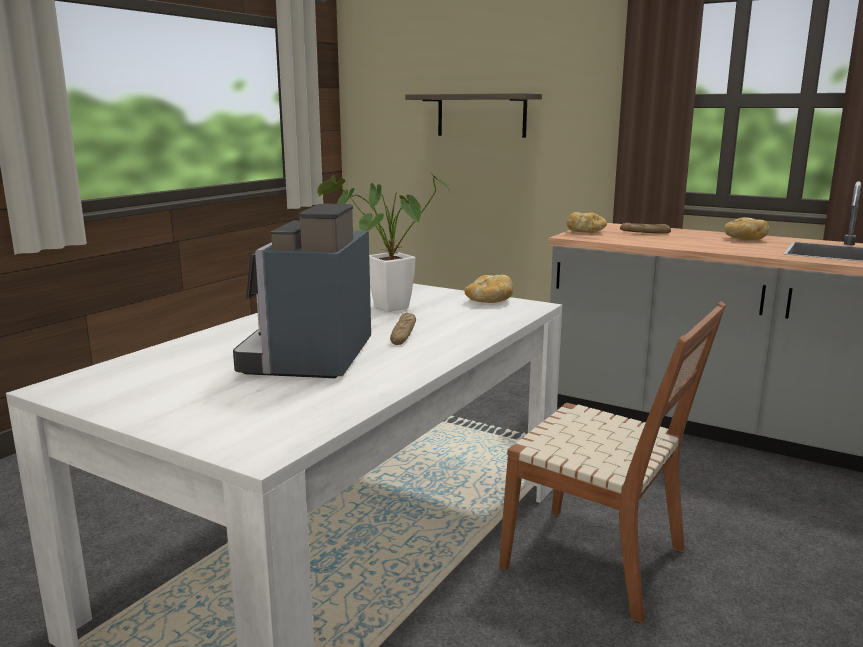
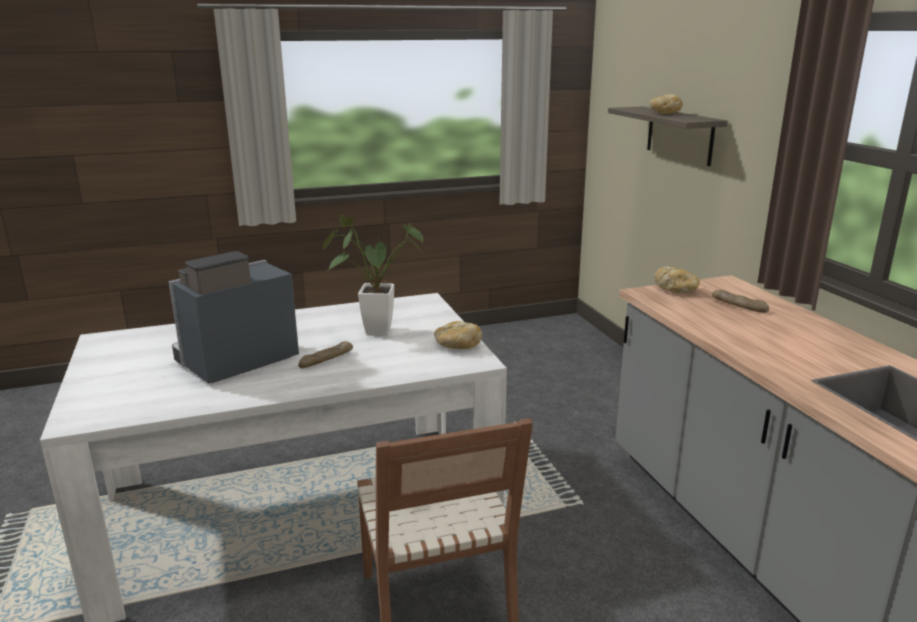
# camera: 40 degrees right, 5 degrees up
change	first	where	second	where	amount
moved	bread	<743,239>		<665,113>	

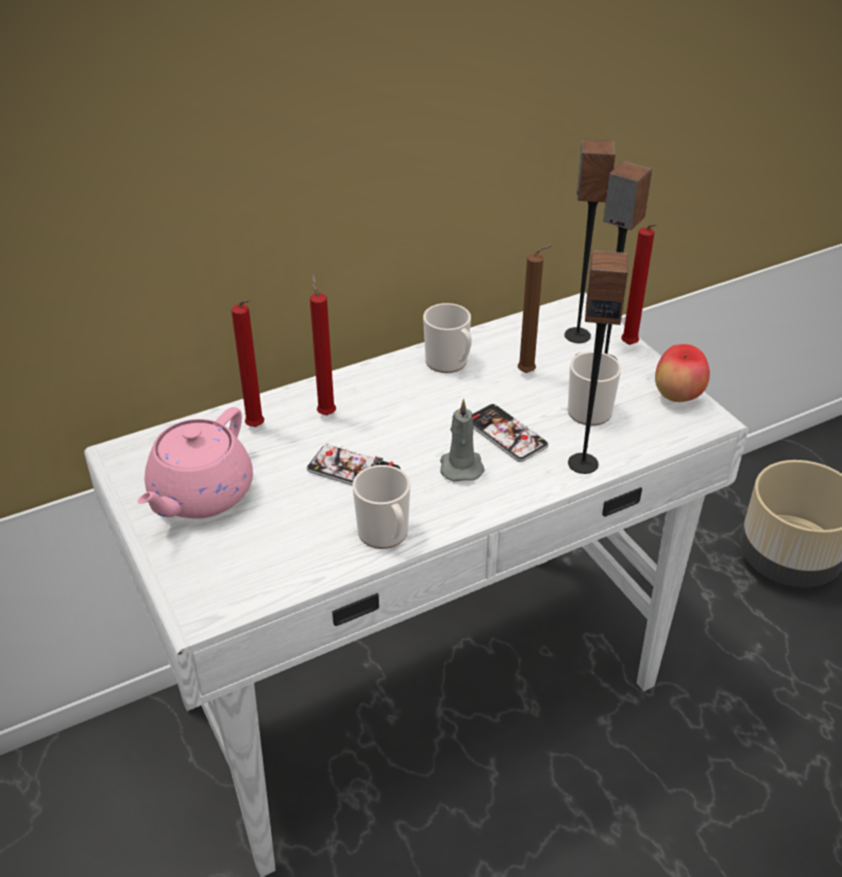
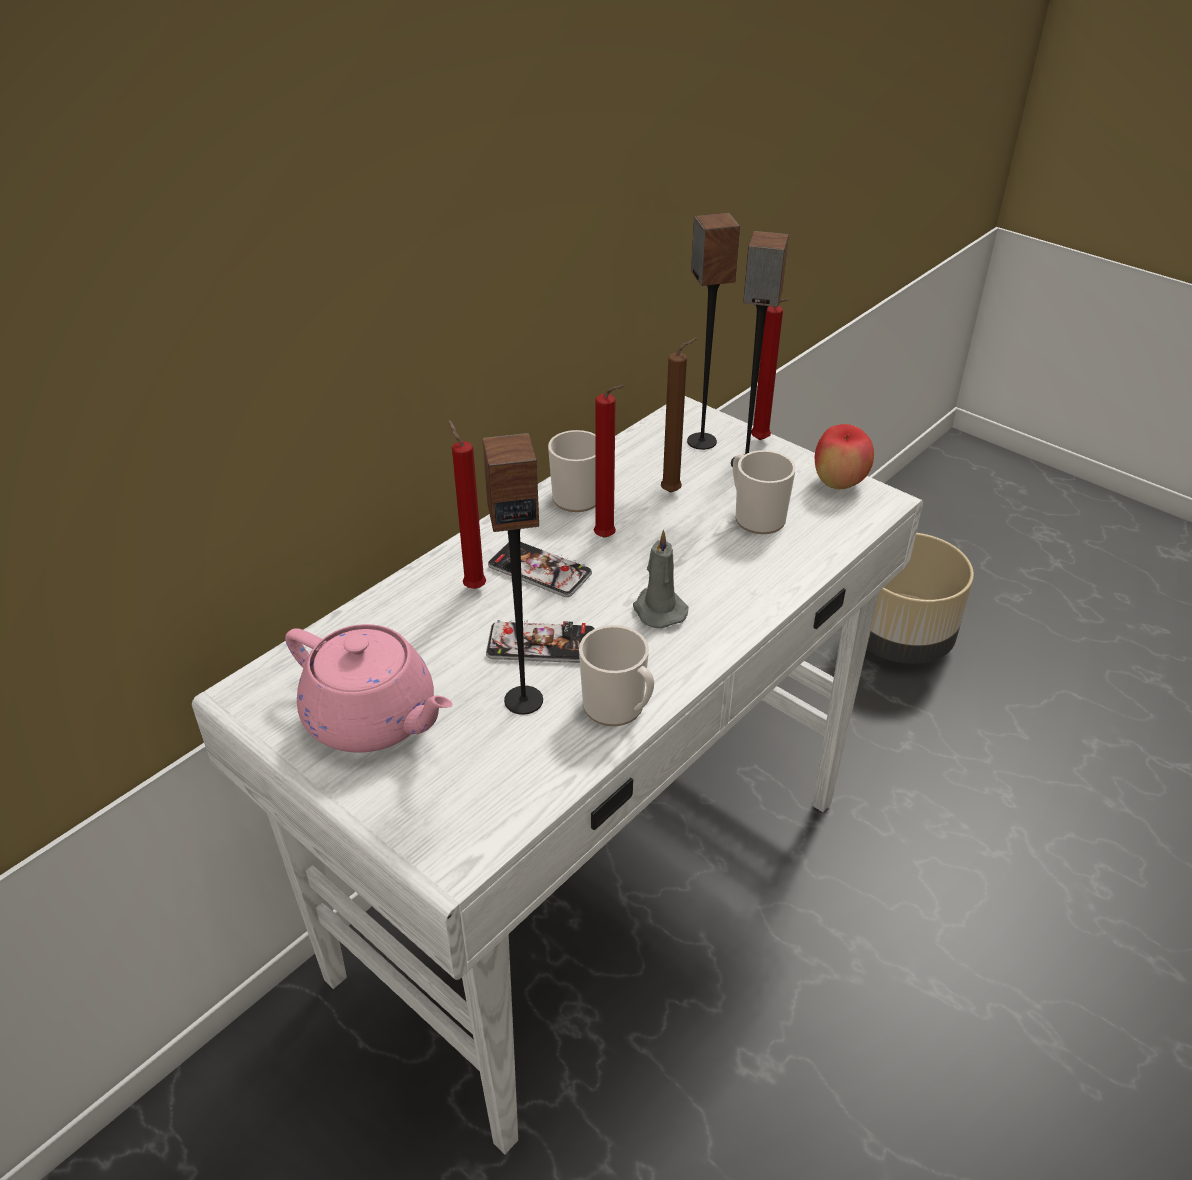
# camera: 20 degrees left, 0 degrees up
change	first	where	second	where	amount
moved	speaker	<583,463>		<523,699>	
moved	red candle	<257,428>		<608,538>	
moved	phone	<506,434>		<539,570>	
turned	pink teapot	<200,495>		<373,719>	60 degrees counterclockwise

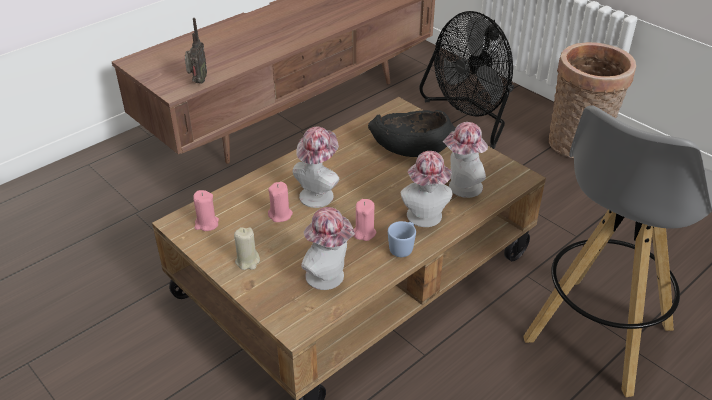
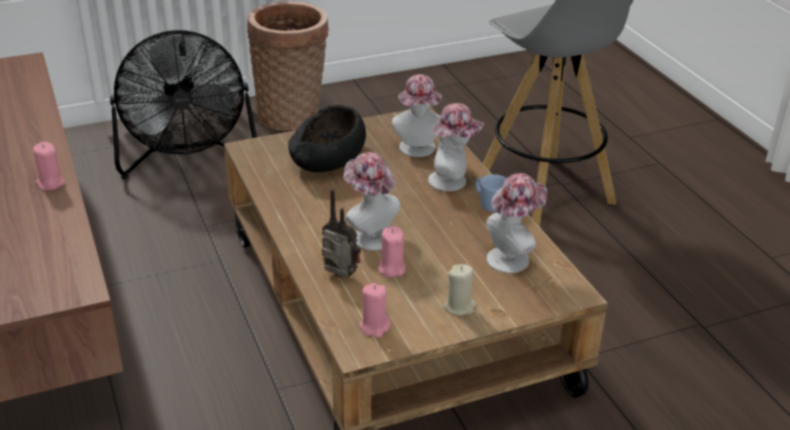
# camera: 70 degrees left, 5 degrees down
change	first	where	second	where	amount
moved	radio	<198,82>		<339,277>	
moved	pink candle	<364,233>		<50,183>	

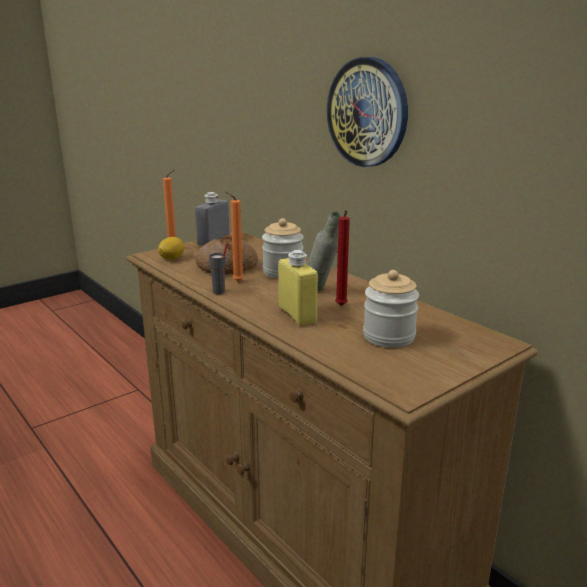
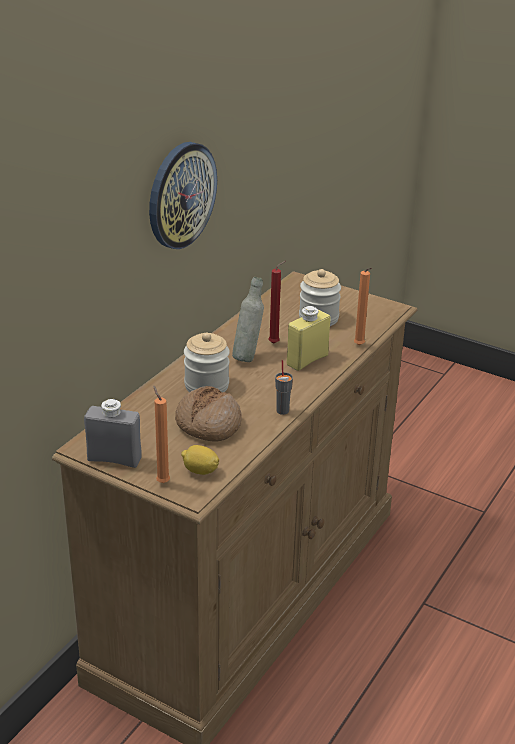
# camera: 110 degrees left, 10 degrees up
change	first	where	second	where	amount
moved	orange candle	<236,281>		<360,346>	

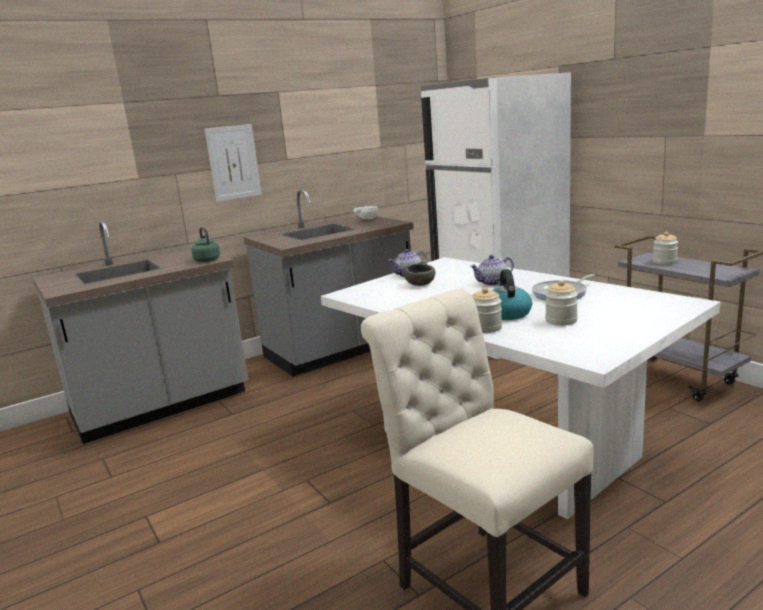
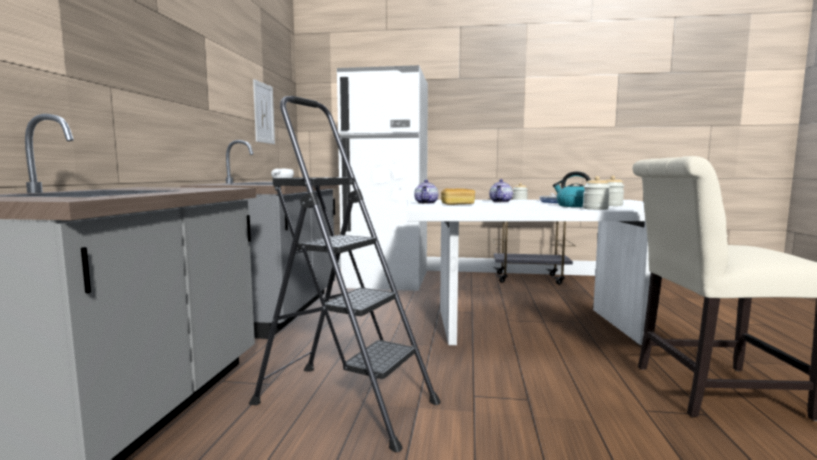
# camera: 50 degrees left, 10 degrees down
change	first	where	second	where	amount
moved	picture	<233,162>		<263,113>	
removed	green kettle	<206,260>			
replaced	grey bowl	<421,284>	bread	<457,204>	
added			step ladder	<342,401>	

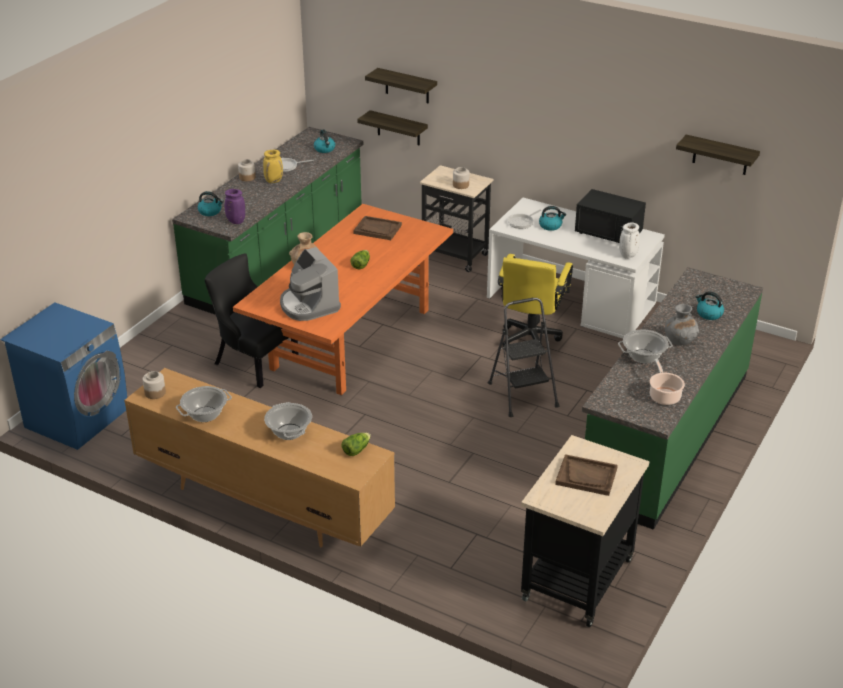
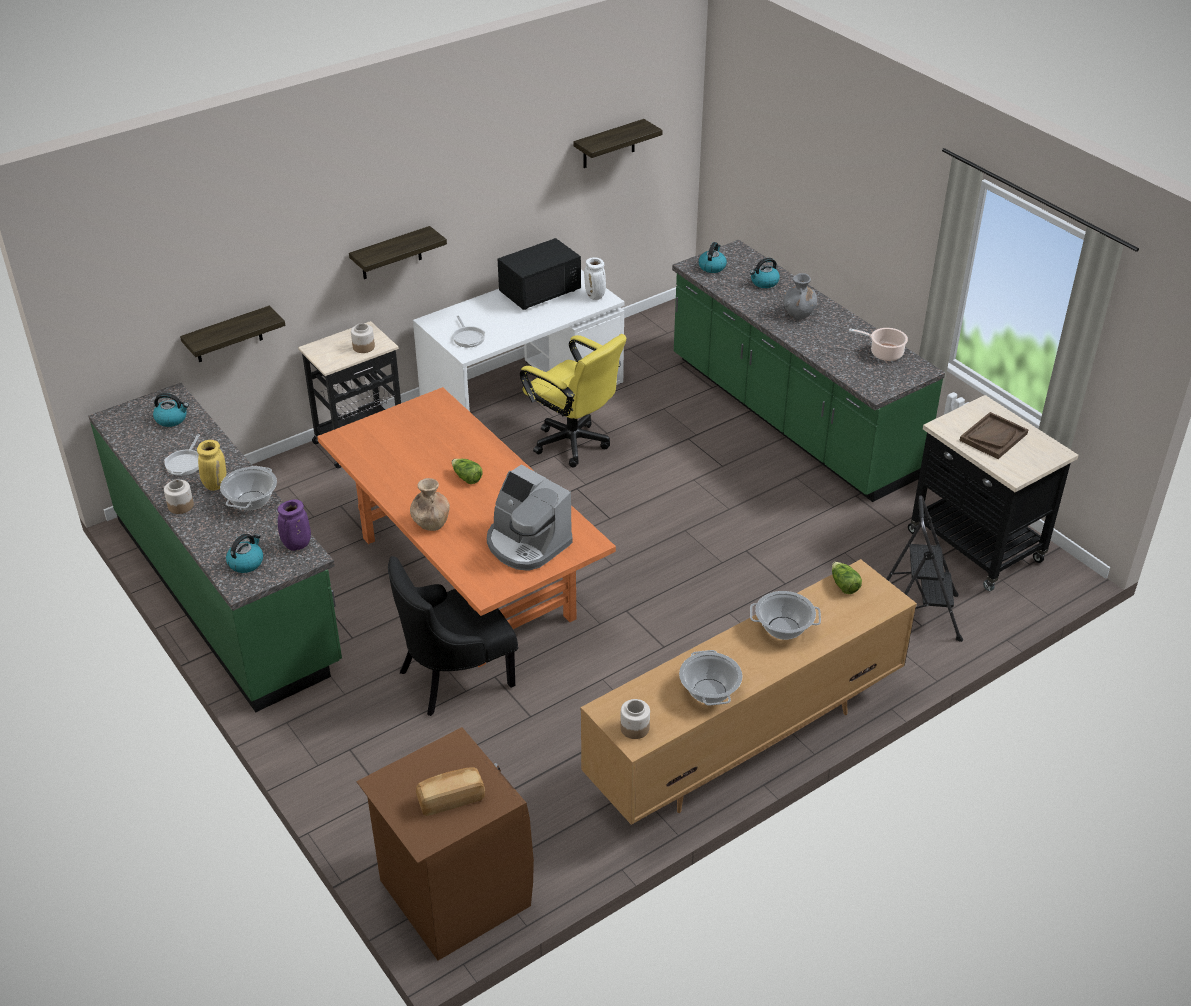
# camera: 65 degrees left, 5 degrees up
change	first	where	second	where	amount
moved	shelf	<407,86>		<391,254>	
moved	kettle	<551,226>		<712,267>	
removed	brown tray	<377,229>			
turned	coffee machine	<308,305>		<526,544>	45 degrees clockwise
moved	black step ladder	<522,393>		<916,613>	
recoloured	blue washing machine	<76,417>	brown washing machine	<452,892>	
moved	cooking pot	<643,357>		<252,501>	
added			bread	<450,799>	

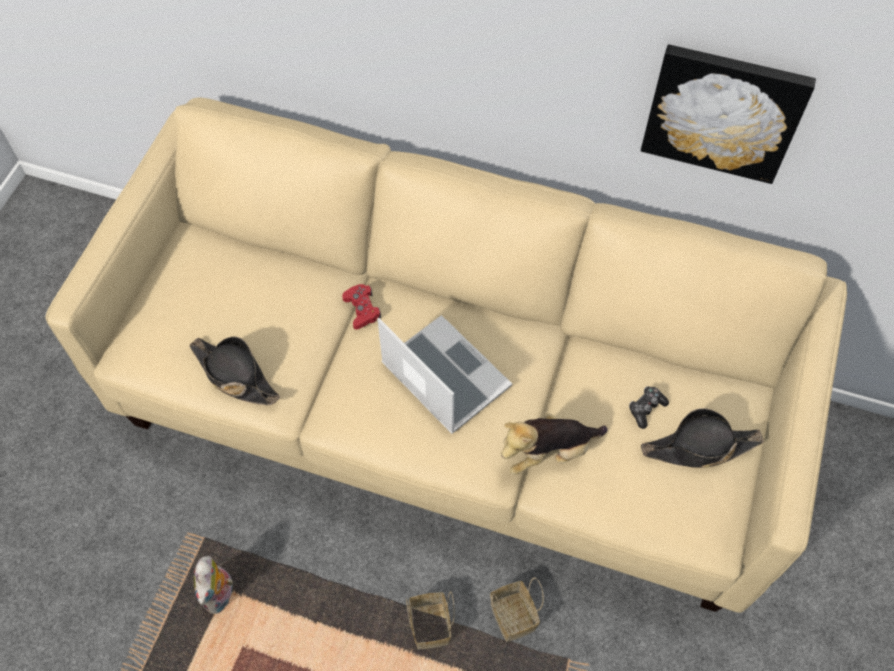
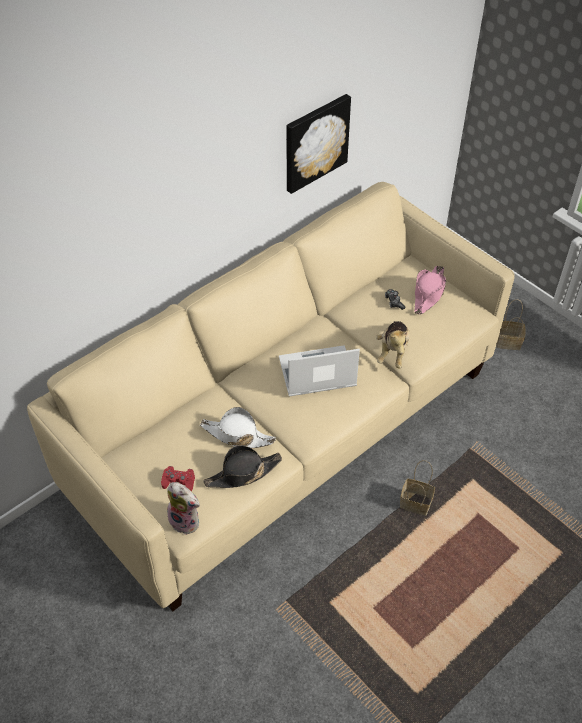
# camera: 60 degrees left, 10 degrees down
change	first	where	second	where	amount
moved	red game controller	<362,309>		<179,481>	
recoloured	black hat	<699,447>	pink hat	<428,293>	
moved	plush toy	<220,595>		<186,521>	
moved	basket	<514,617>		<509,341>	
added			white hat	<237,435>	

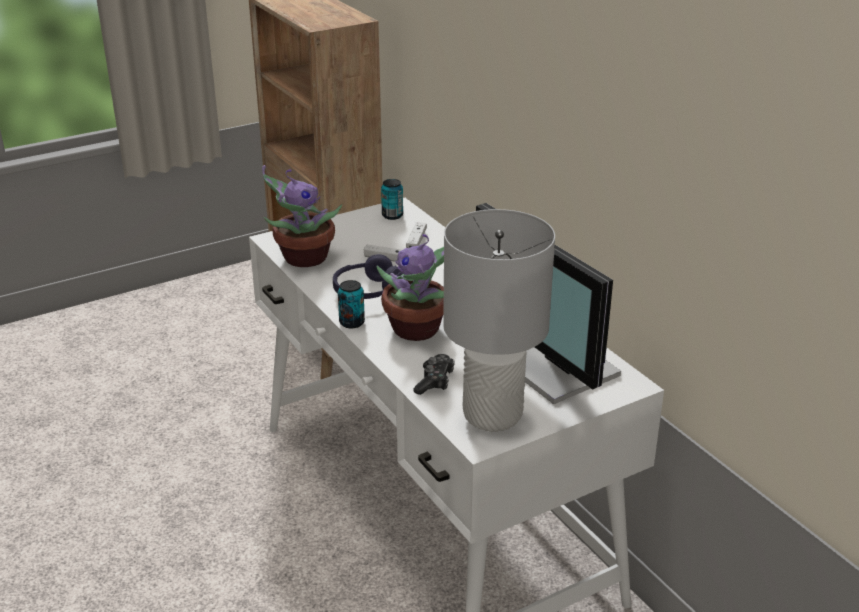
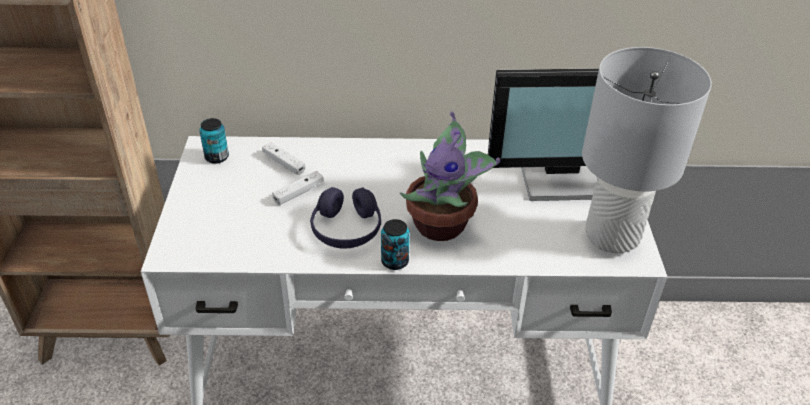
# camera: 60 degrees left, 10 degrees up
change	first	where	second	where	amount
removed	potted plant	<302,258>			
removed	game controller	<434,381>			

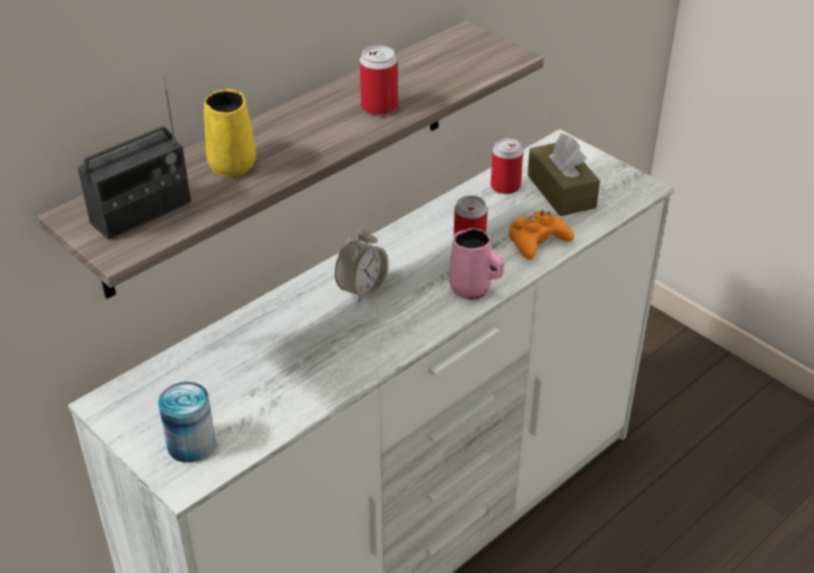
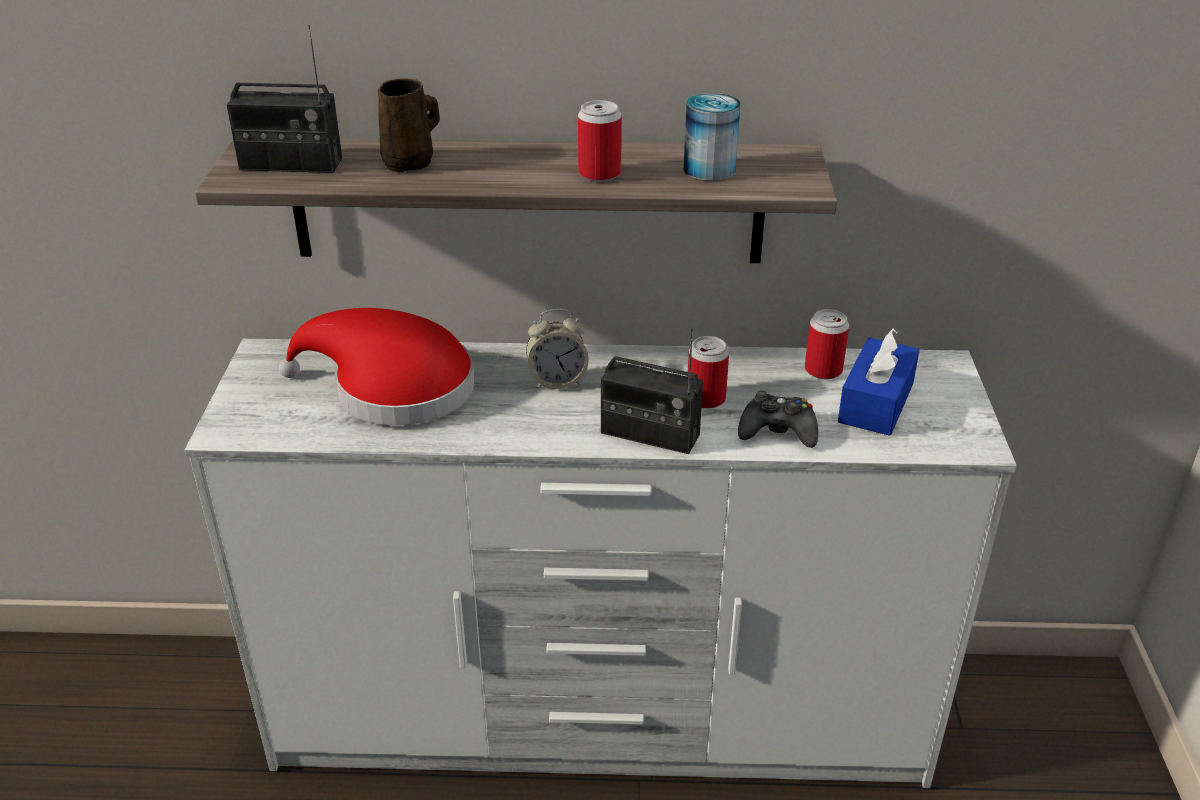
# camera: 45 degrees right, 5 degrees down
change	first	where	second	where	amount
recoloured	yellow mug	<233,164>	brown mug	<411,163>	
recoloured	brown tissue box	<561,191>	blue tissue box	<876,403>	
recoloured	orange game controller	<537,241>	black game controller	<778,431>	
replaced	pink mug	<472,290>	radio	<649,434>	
moved	can	<191,444>		<709,169>	
added			red hat	<393,389>	

